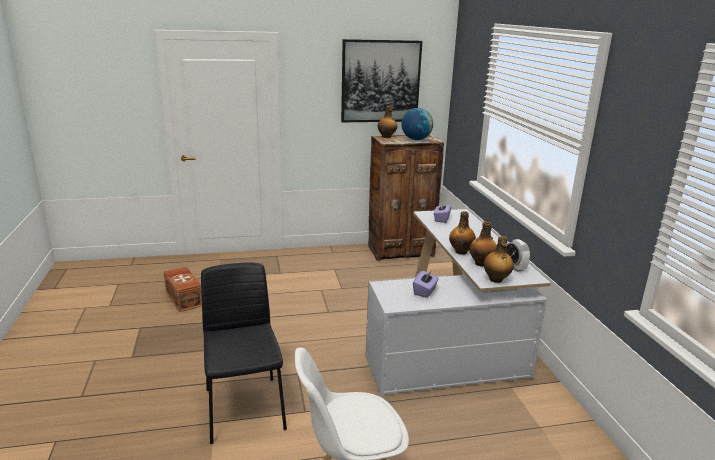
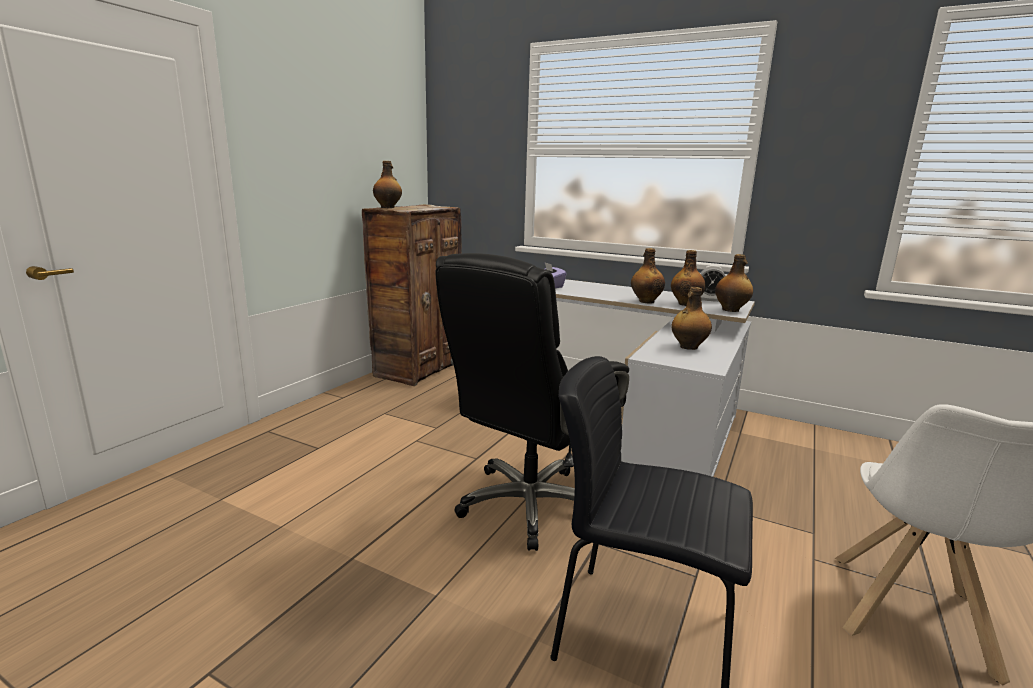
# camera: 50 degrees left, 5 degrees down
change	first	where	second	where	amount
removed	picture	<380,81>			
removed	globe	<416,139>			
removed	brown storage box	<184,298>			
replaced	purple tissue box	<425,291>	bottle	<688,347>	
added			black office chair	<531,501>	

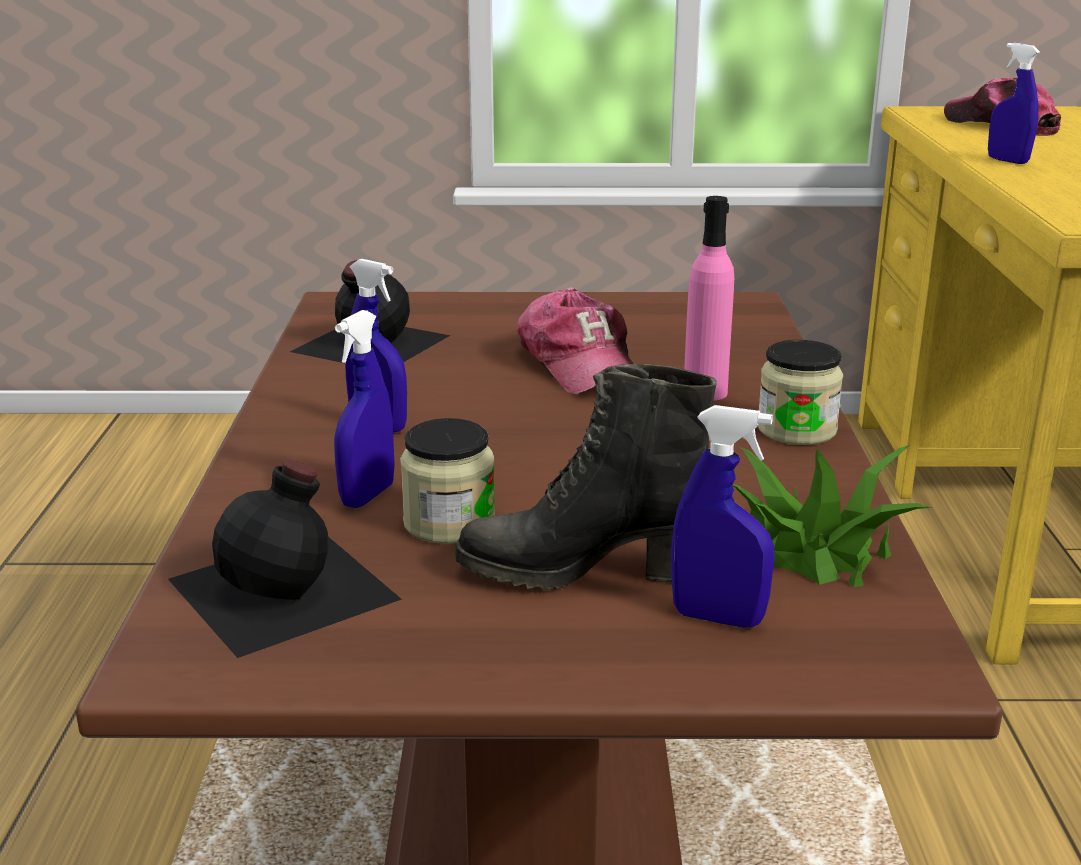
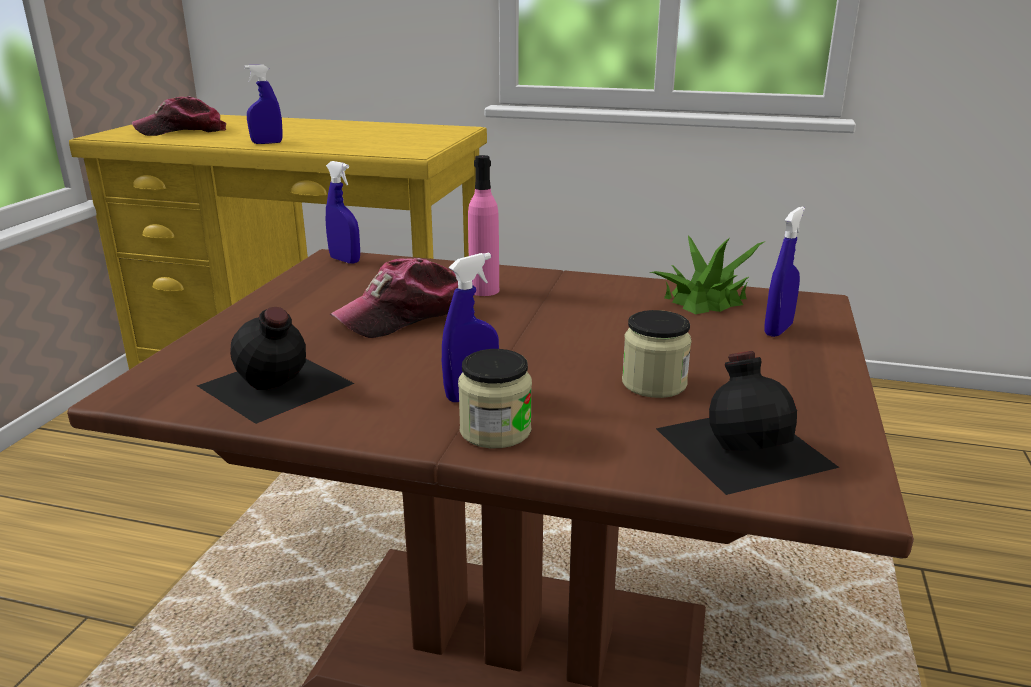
# camera: 75 degrees left, 0 degrees up
change	first	where	second	where	amount
turned	cap	<580,365>		<405,316>	150 degrees clockwise
moved	blue spray bottle	<367,496>		<345,260>	
moved	jar	<796,430>		<495,431>	
removed	black boot	<583,570>			

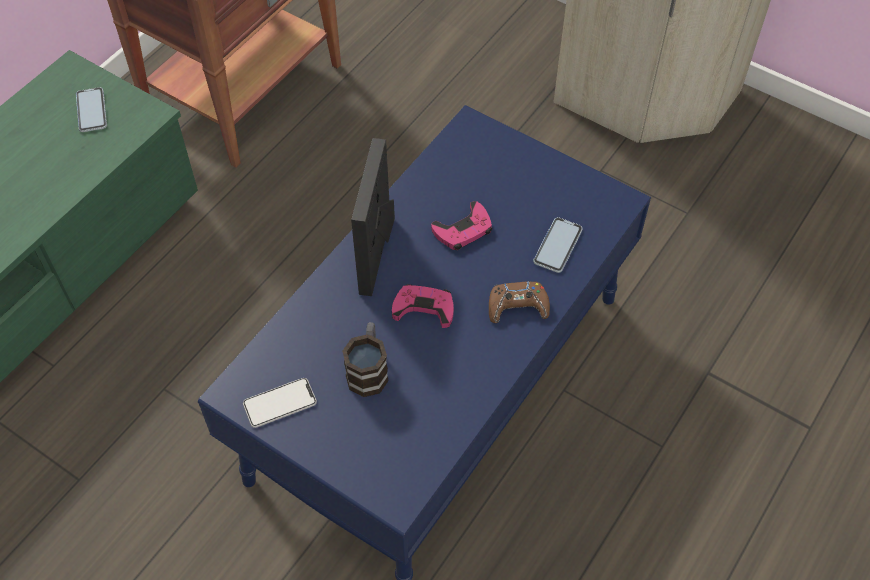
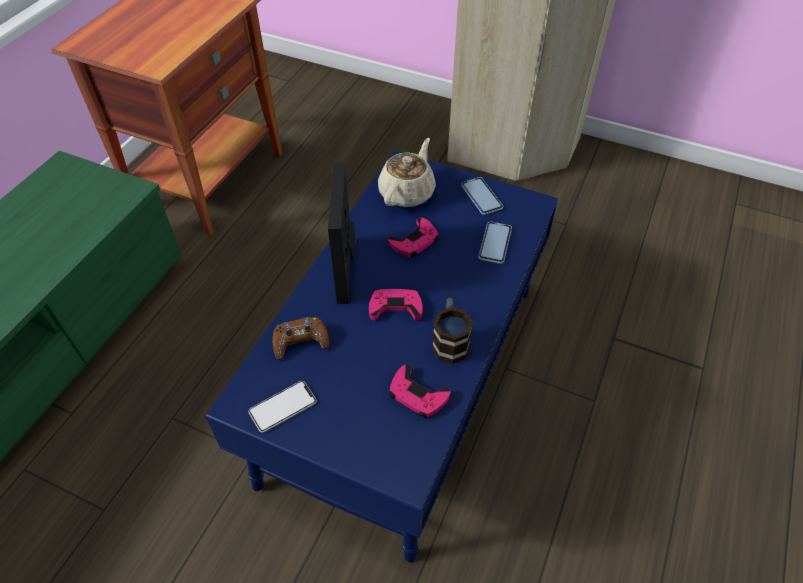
# camera: 10 degrees left, 5 degrees down
change	first	where	second	where	amount
moved	phone	<91,111>		<481,197>	
moved	brown game controller	<517,307>		<300,342>	
moved	mug	<368,369>		<450,340>	
added			beige teapot	<407,192>	
added			pink game controller	<417,395>	

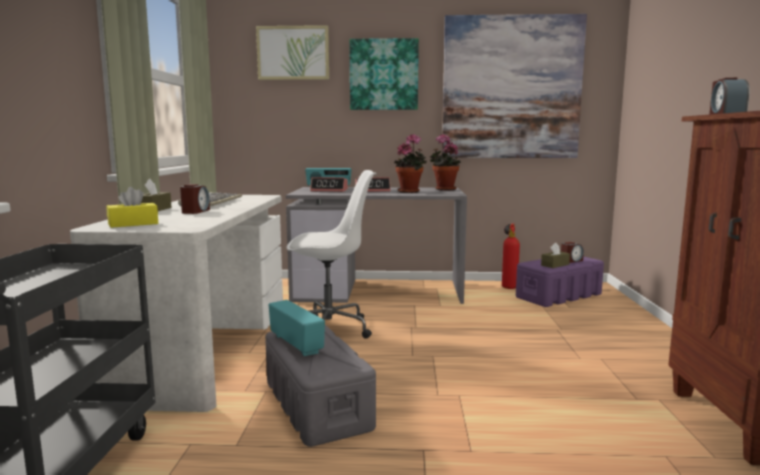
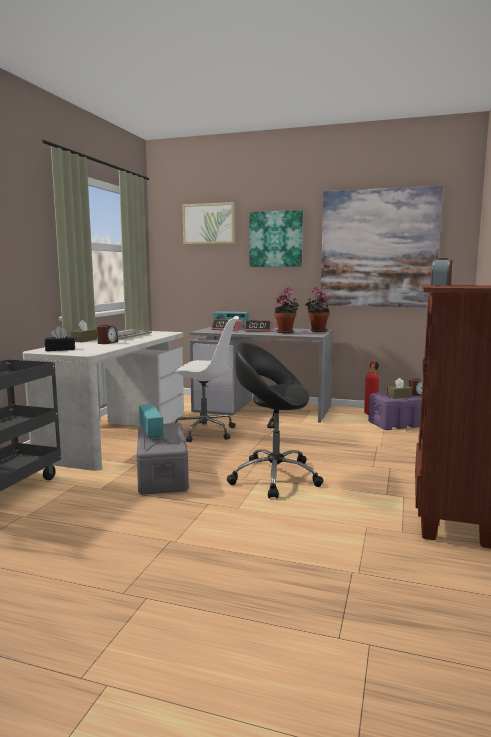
# camera: 15 degrees right, 0 degrees up
change	first	where	second	where	amount
recoloured	yellow tissue box	<133,224>	black tissue box	<60,349>	
added			black office chair	<273,477>	

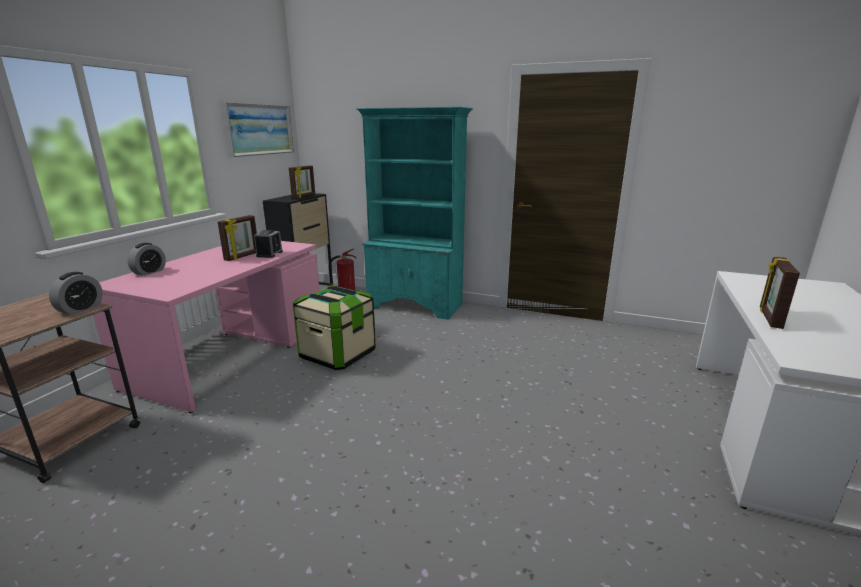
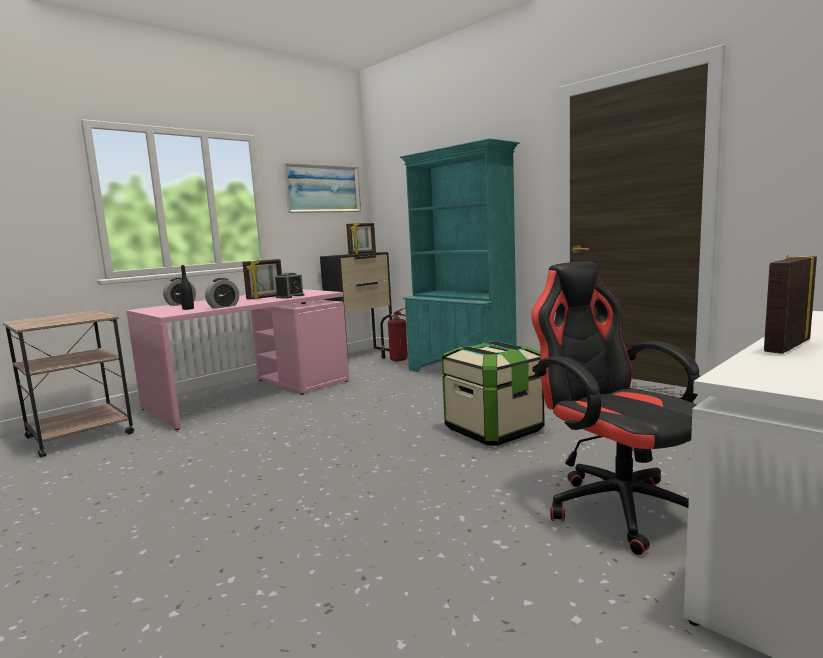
# camera: 25 degrees right, 10 degrees down
change	first	where	second	where	amount
moved	alarm clock	<80,309>		<223,306>	
moved	storage box	<337,354>		<493,429>	
added			black office chair	<614,505>	
added			black bottle	<188,309>	

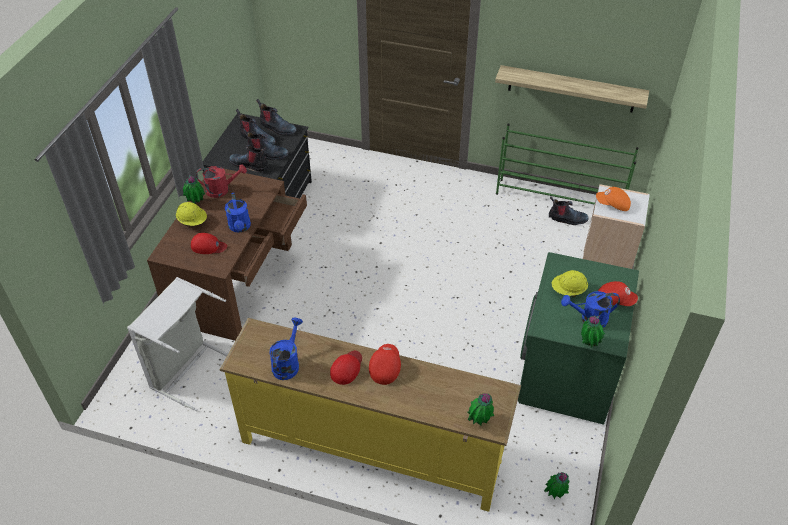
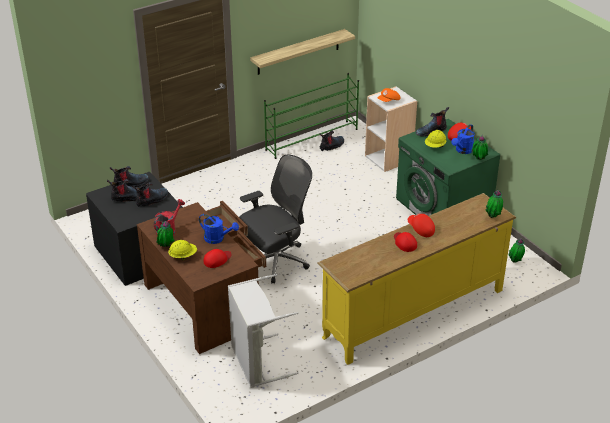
# camera: 50 degrees left, 10 degrees down
change	first	where	second	where	amount
moved	boot	<250,165>		<431,131>	
removed	blue watering can	<287,363>			
added			office chair	<276,263>	

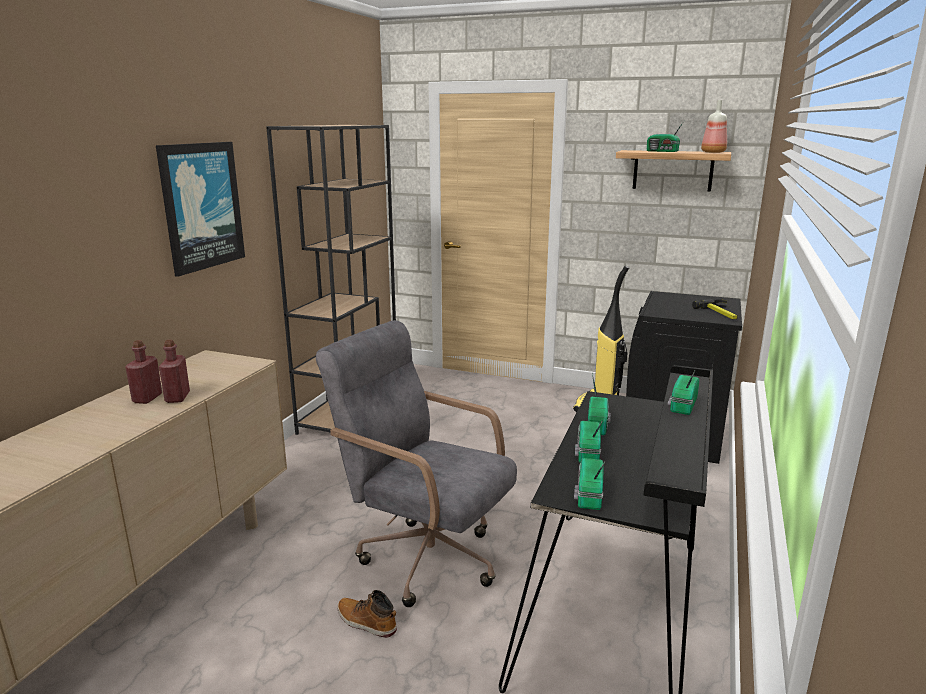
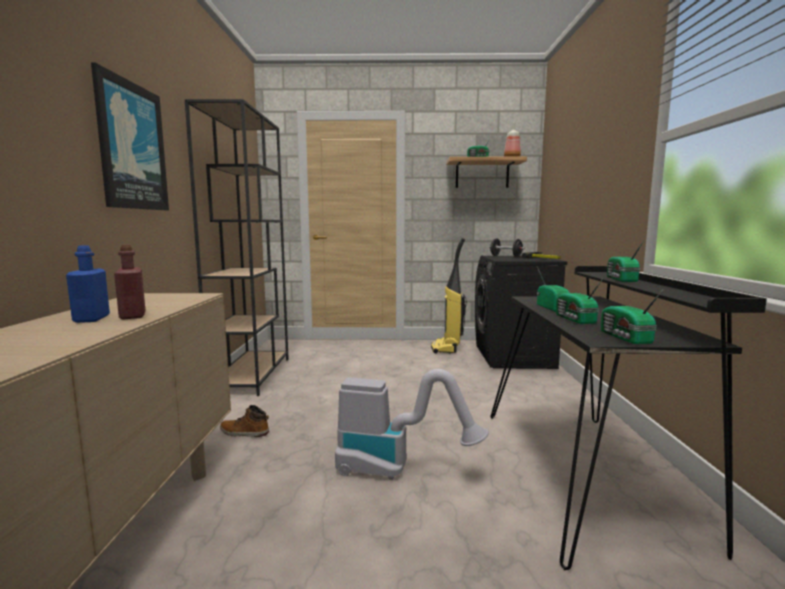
# camera: 20 degrees left, 10 degrees down
change	first	where	second	where	amount
replaced	grey office chair	<423,558>	vacuum cleaner	<397,469>	
recoloured	red bottle	<147,398>	blue bottle	<91,319>	
moved	boot	<366,622>		<244,432>	
added			black dumbbell	<506,256>	

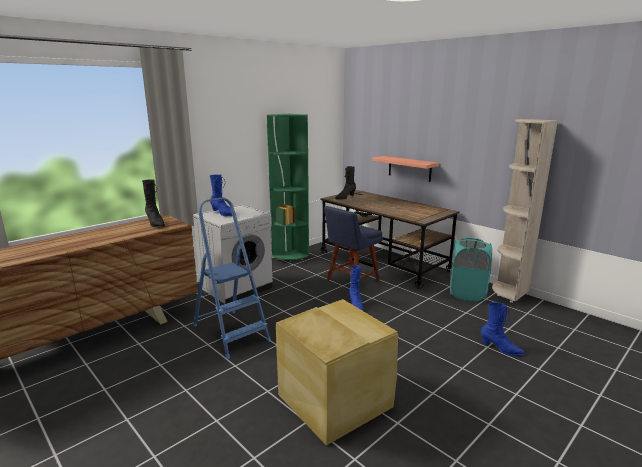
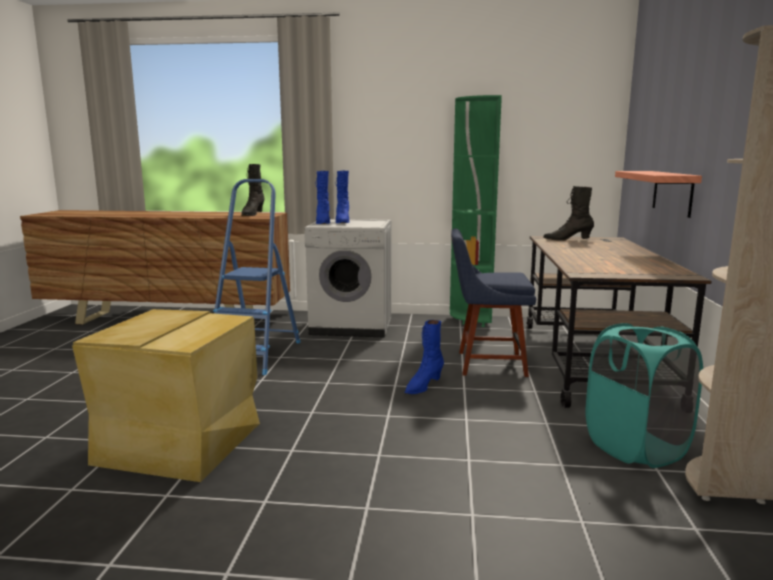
# camera: 50 degrees right, 5 degrees down
change	first	where	second	where	amount
moved	blue boot	<501,349>		<323,222>	

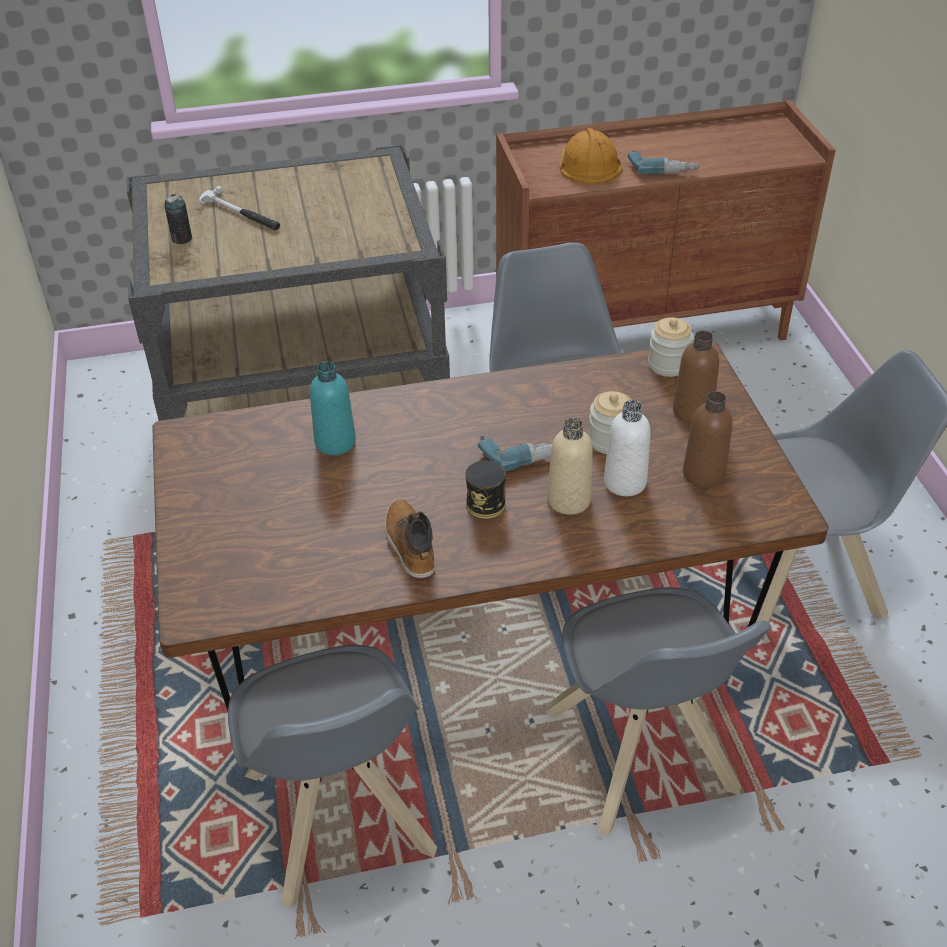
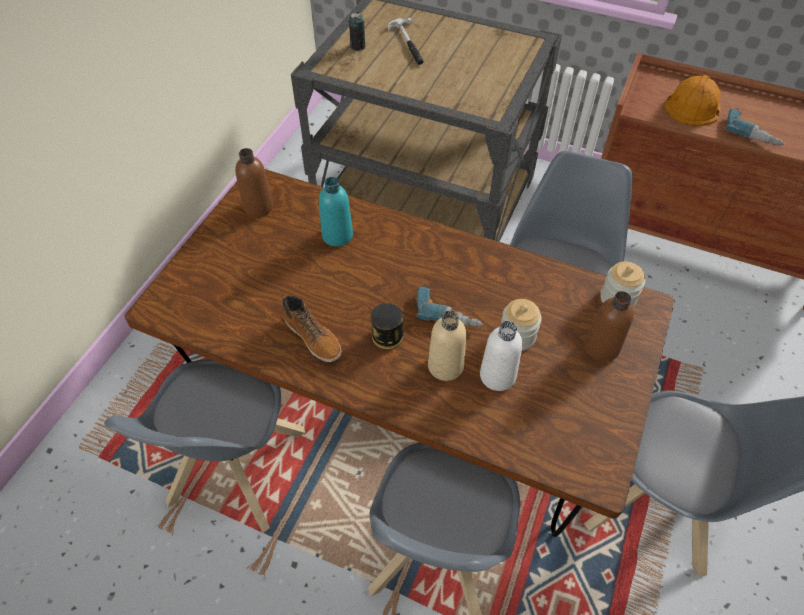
# camera: 35 degrees right, 10 degrees up
change	first	where	second	where	amount
moved	brown bottle	<703,473>		<258,207>	
turned	boot	<409,546>		<313,337>	120 degrees clockwise

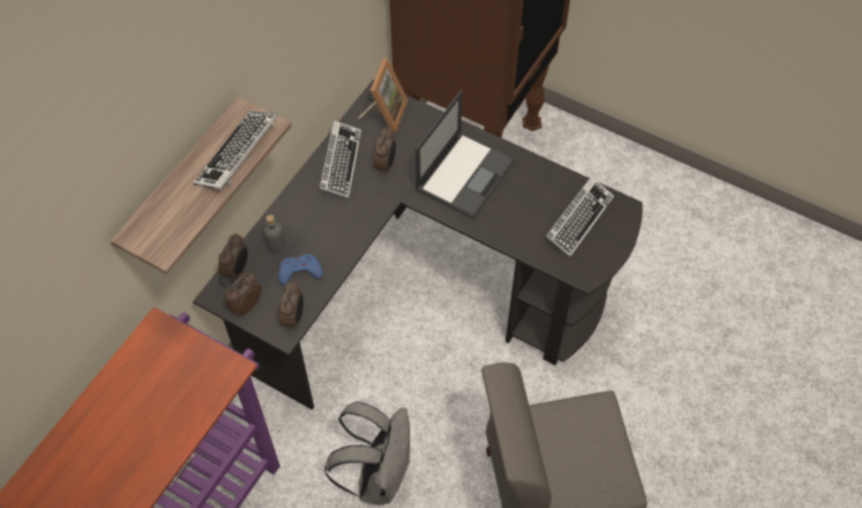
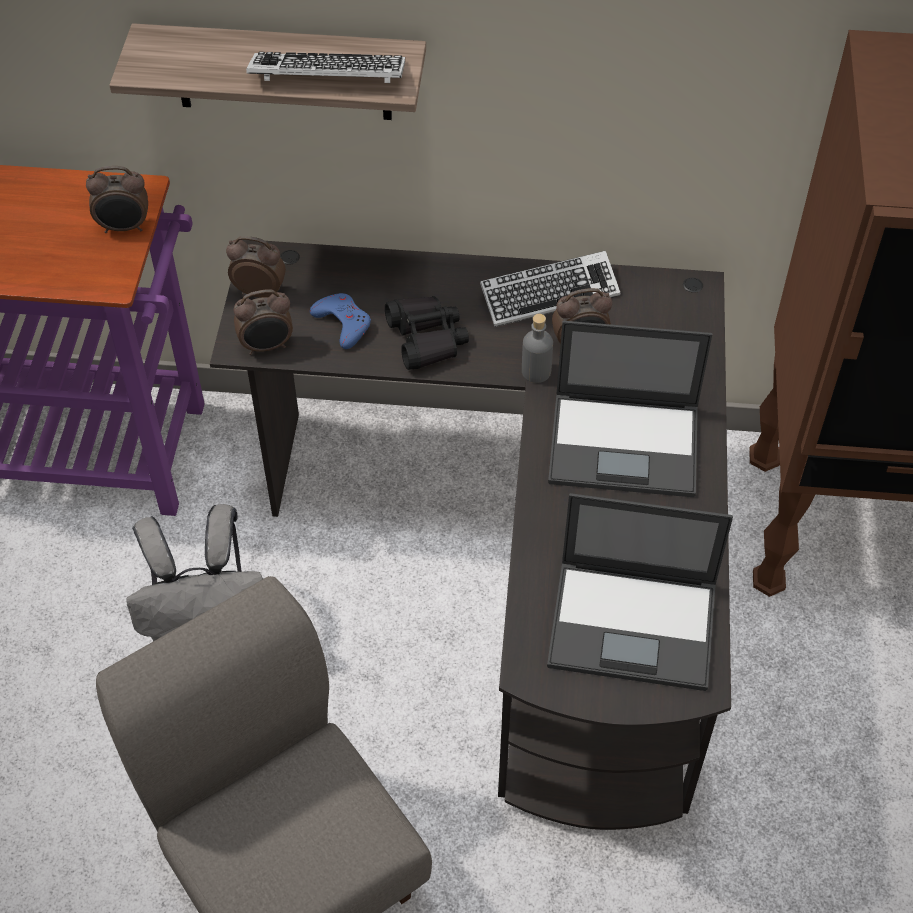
# camera: 65 degrees right, 5 degrees down
change	first	where	second	where	amount
removed	picture frame	<384,113>			
replaced	keyboard	<579,219>	laptop	<635,624>	
moved	grey bottle	<276,246>		<536,371>	
moved	alarm clock	<237,270>		<124,227>	
added			black binoculars	<426,339>	

